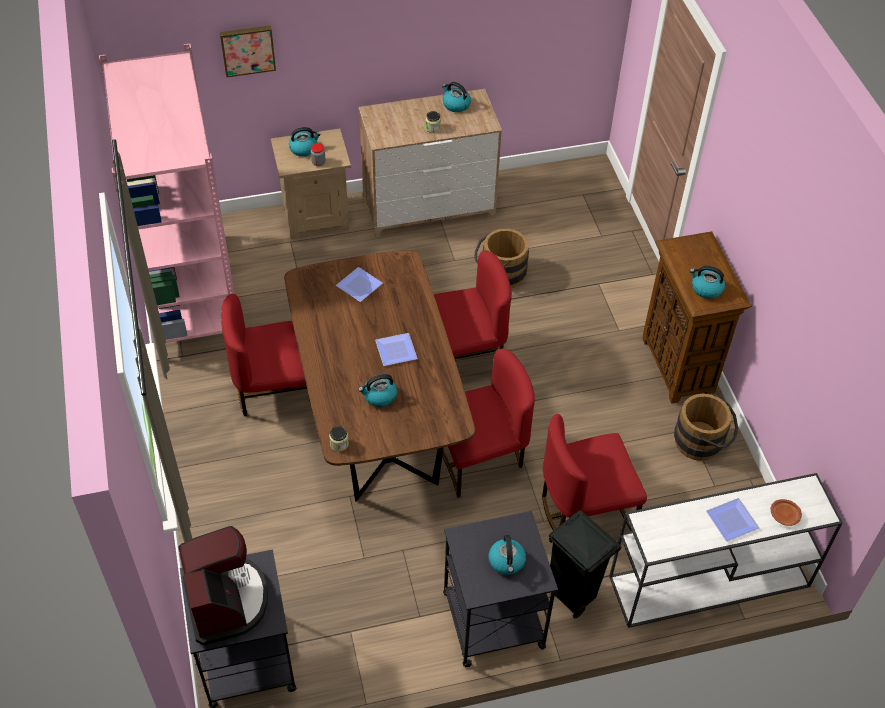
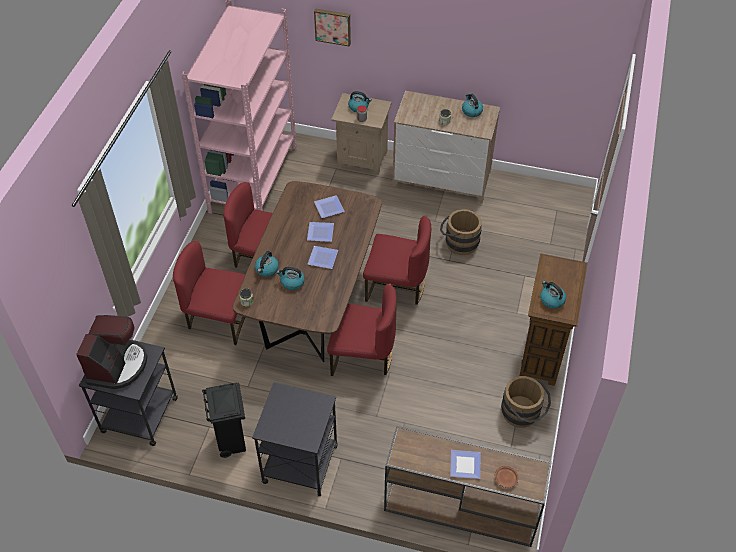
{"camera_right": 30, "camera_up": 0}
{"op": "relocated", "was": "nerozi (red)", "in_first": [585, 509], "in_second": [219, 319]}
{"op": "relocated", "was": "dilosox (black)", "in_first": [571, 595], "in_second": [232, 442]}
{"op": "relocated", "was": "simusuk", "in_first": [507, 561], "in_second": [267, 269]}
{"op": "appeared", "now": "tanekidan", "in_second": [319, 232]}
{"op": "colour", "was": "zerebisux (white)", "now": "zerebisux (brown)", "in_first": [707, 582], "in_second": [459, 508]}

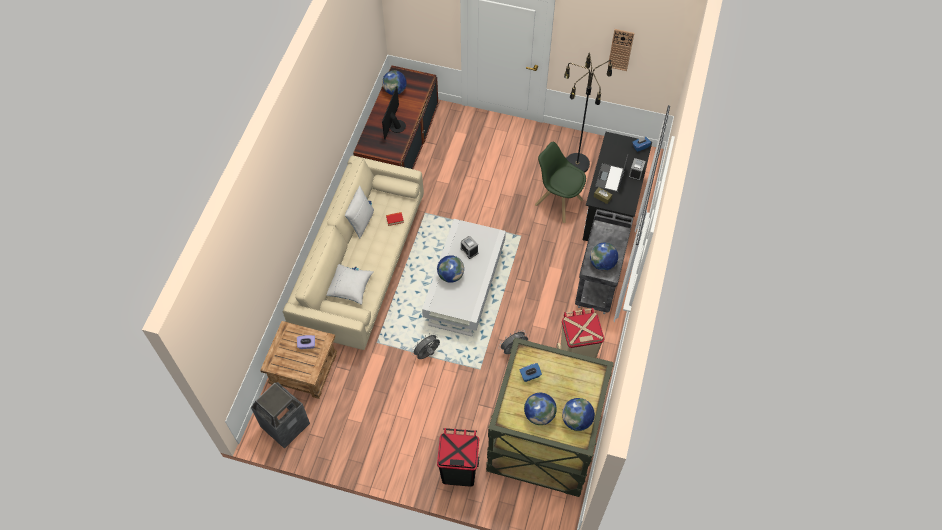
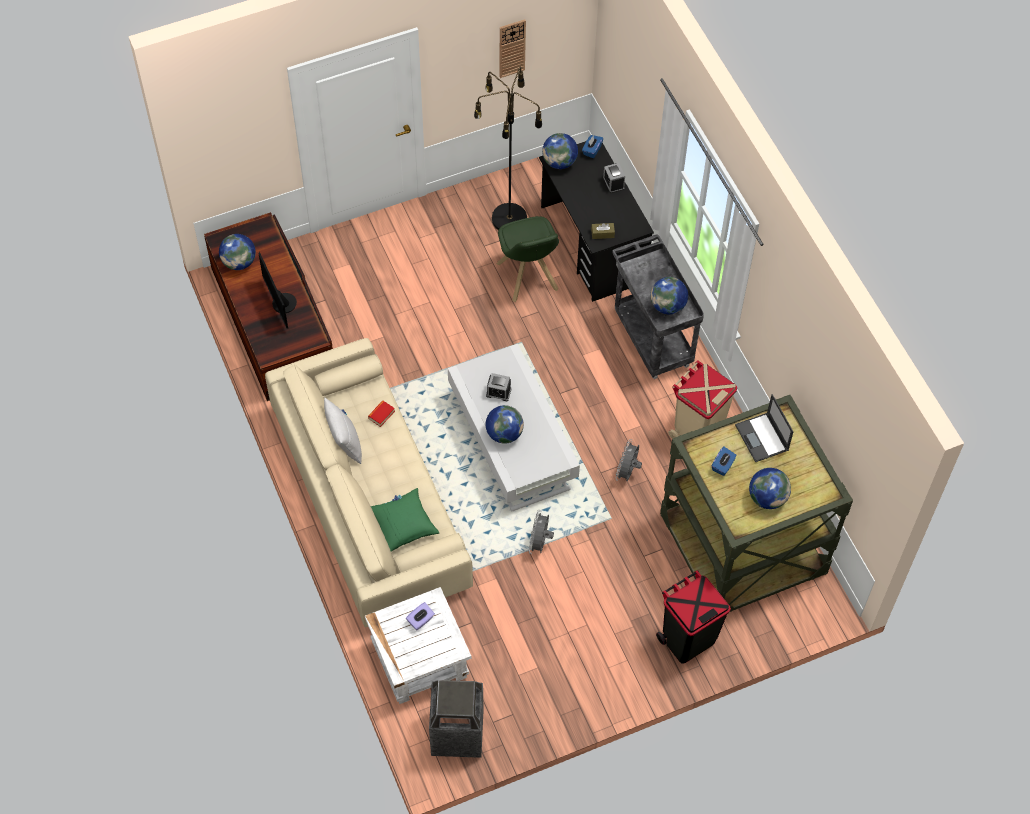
{"camera_right": -40, "camera_up": 0}
{"op": "colour", "was": "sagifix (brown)", "now": "sagifix (white)", "in_first": [304, 369], "in_second": [418, 659]}
{"op": "colour", "was": "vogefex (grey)", "now": "vogefex (green)", "in_first": [349, 287], "in_second": [403, 525]}
{"op": "spun", "was": "nerozi (green)", "in_first": [558, 202], "in_second": [528, 276], "clockwise": -105}
{"op": "relocated", "was": "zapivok", "in_first": [576, 420], "in_second": [559, 162]}
{"op": "relocated", "was": "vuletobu", "in_first": [610, 178], "in_second": [762, 438]}

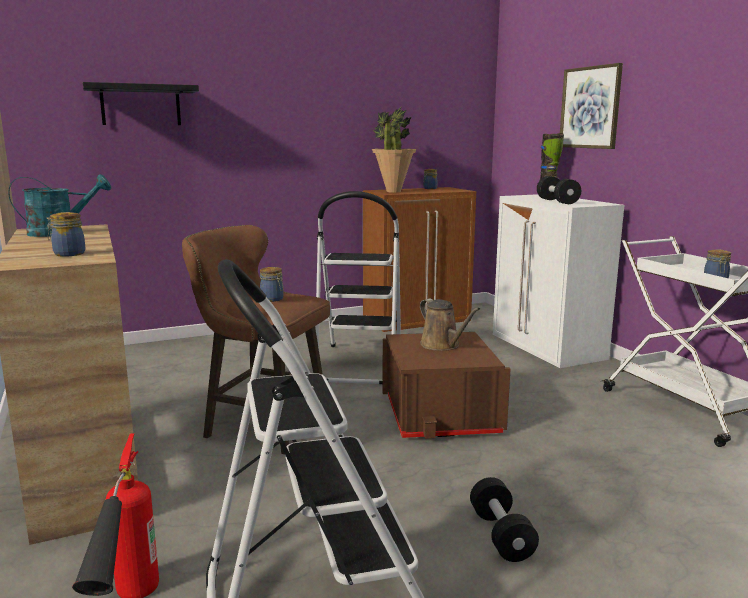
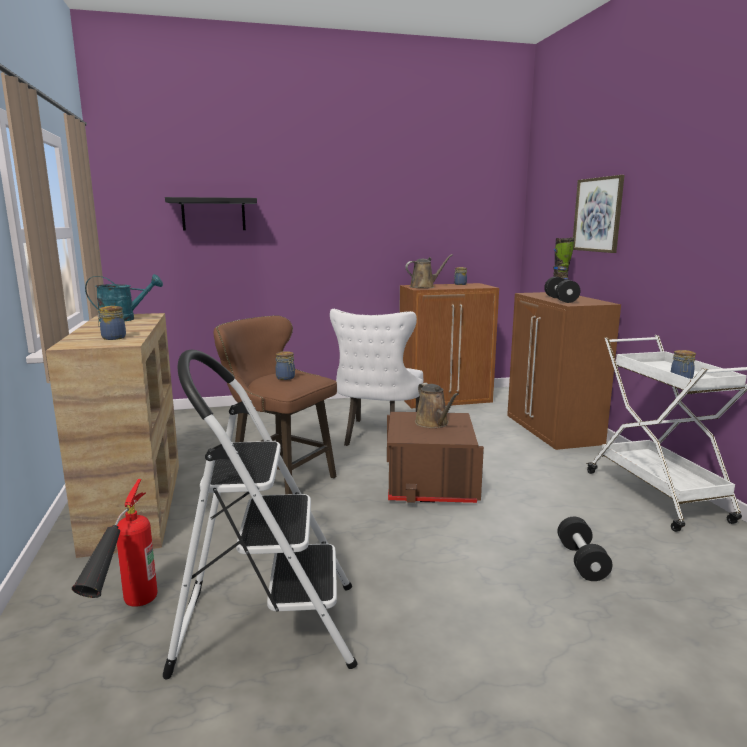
{"camera_right": 10, "camera_up": 0}
{"op": "exchanged", "was": "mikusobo", "now": "nerozi (white)", "in_first": [358, 365], "in_second": [378, 436]}
{"op": "exchanged", "was": "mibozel", "now": "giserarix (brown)", "in_first": [393, 191], "in_second": [424, 287]}
{"op": "colour", "was": "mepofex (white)", "now": "mepofex (brown)", "in_first": [547, 346], "in_second": [553, 429]}
{"op": "relocated", "was": "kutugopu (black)", "in_first": [501, 535], "in_second": [581, 561]}

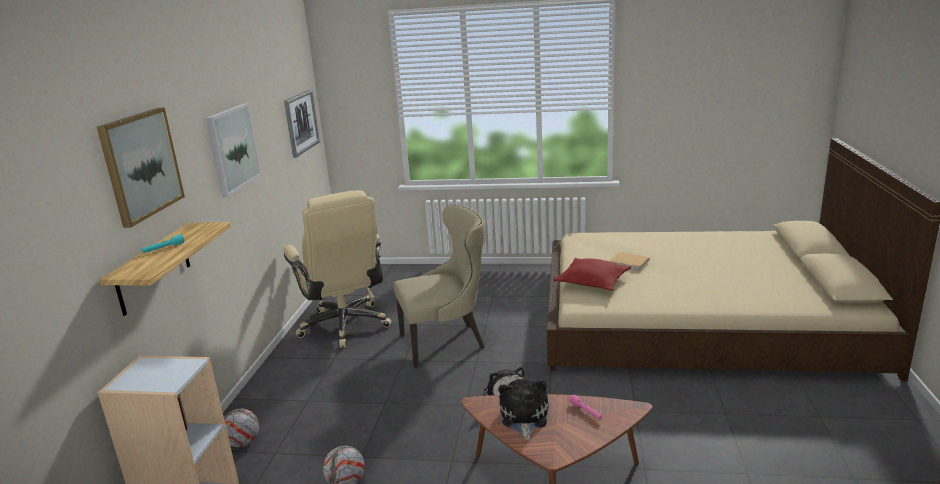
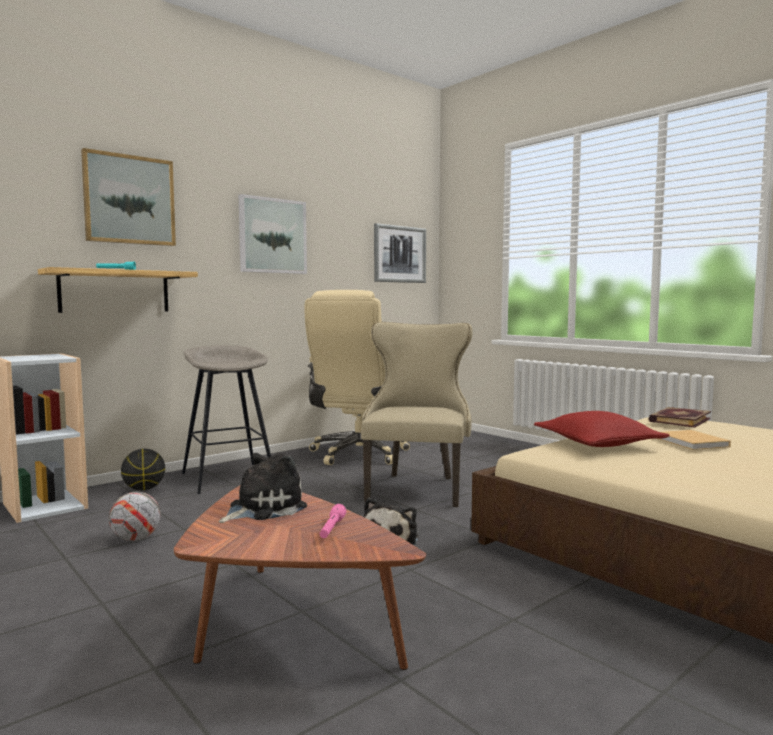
{"camera_right": 40, "camera_up": -15}
{"op": "exchanged", "was": "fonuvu", "now": "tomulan", "in_first": [242, 443], "in_second": [144, 489]}
{"op": "appeared", "now": "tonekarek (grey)", "in_second": [228, 477]}
{"op": "spun", "was": "nerozi (beige)", "in_first": [446, 342], "in_second": [416, 488], "clockwise": -105}
{"op": "appeared", "now": "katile", "in_second": [679, 420]}

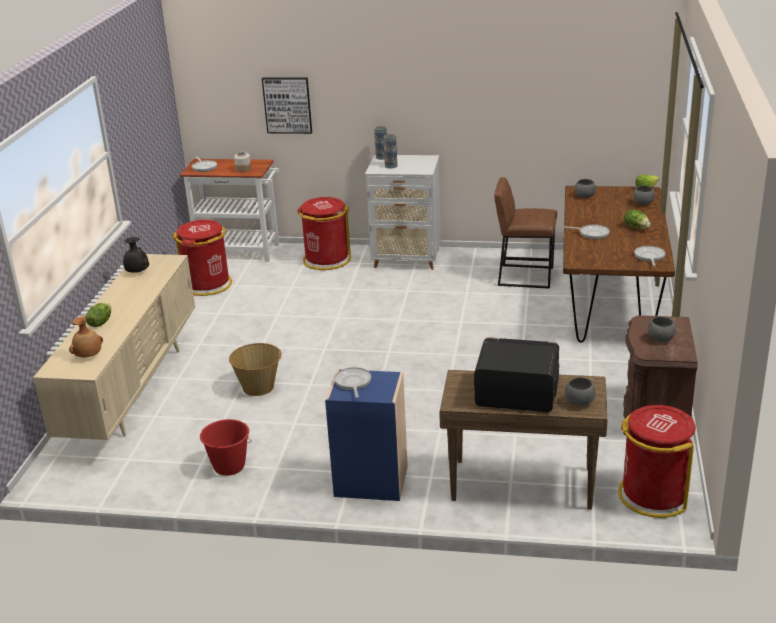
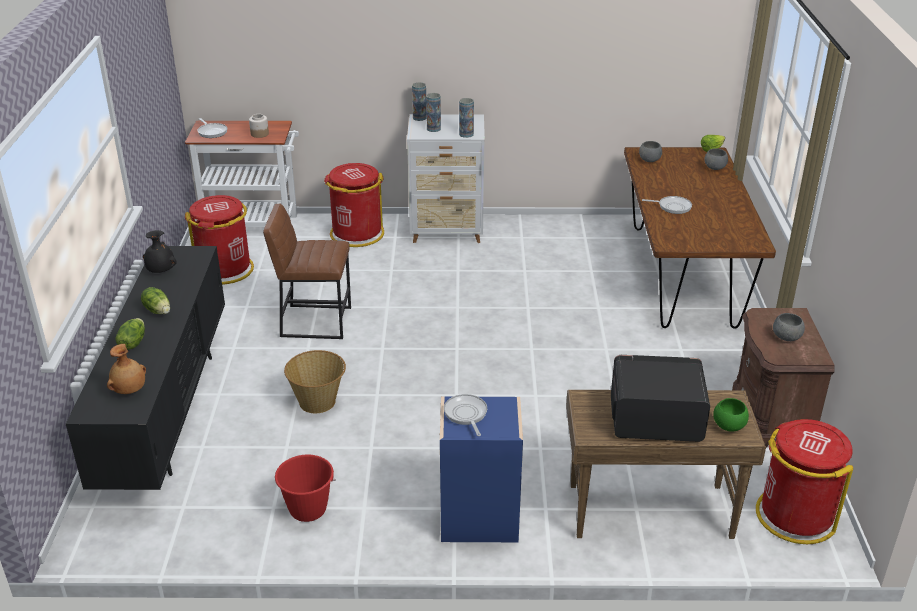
{"camera_right": -10, "camera_up": 5}
{"op": "colour", "was": "mepofex (beige)", "now": "mepofex (black)", "in_first": [132, 389], "in_second": [166, 412]}
{"op": "relocated", "was": "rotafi", "in_first": [636, 227], "in_second": [158, 310]}
{"op": "relocated", "was": "nerozi (brown)", "in_first": [524, 276], "in_second": [314, 322]}
{"op": "appeared", "now": "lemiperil", "in_second": [466, 134]}
{"op": "colour", "was": "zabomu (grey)", "now": "zabomu (green)", "in_first": [579, 402], "in_second": [728, 426]}
{"op": "missing", "was": "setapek", "in_first": [287, 105]}
{"op": "missing", "was": "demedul", "in_first": [649, 257]}

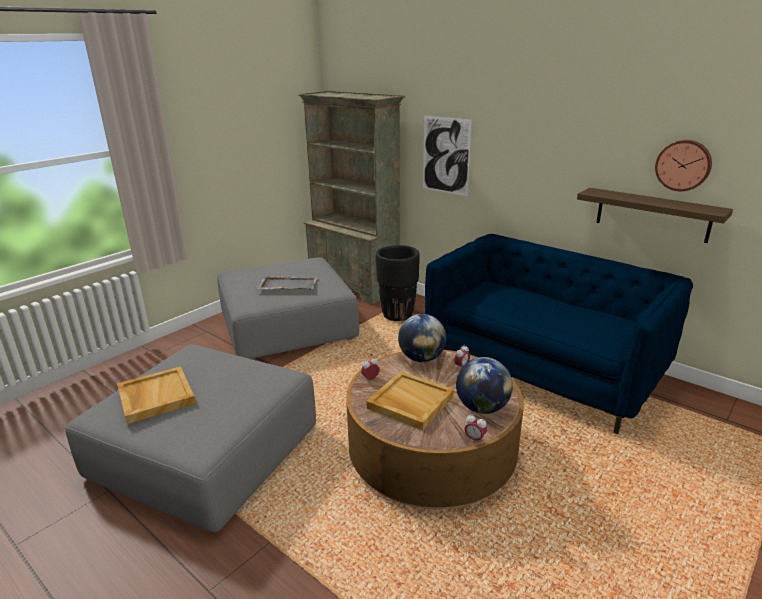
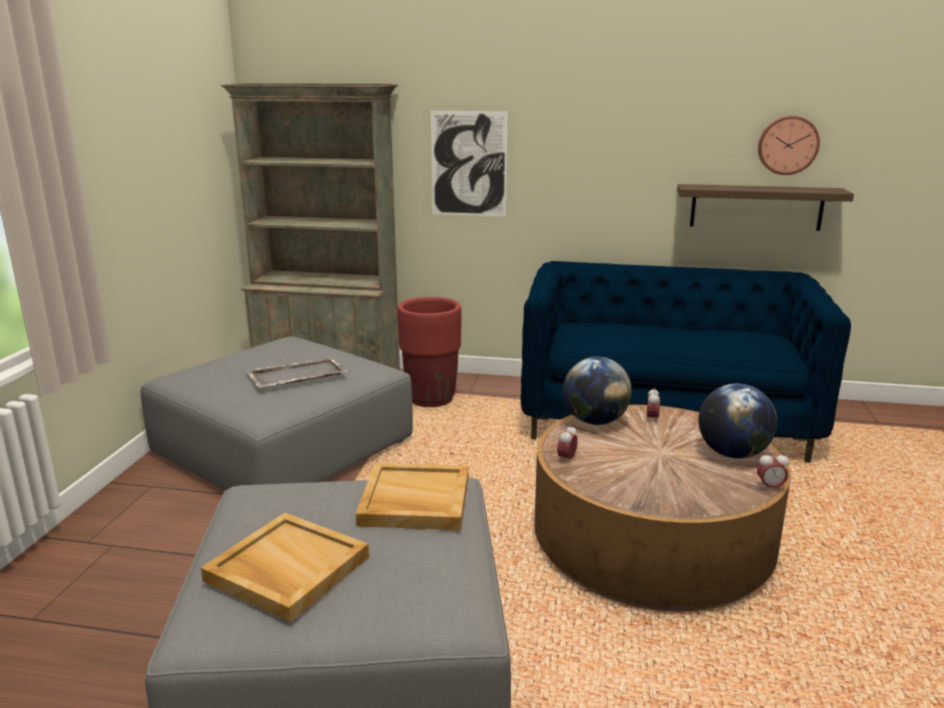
{"camera_right": -30, "camera_up": -5}
{"op": "relocated", "was": "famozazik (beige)", "in_first": [409, 402], "in_second": [414, 501]}
{"op": "colour", "was": "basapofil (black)", "now": "basapofil (red)", "in_first": [397, 315], "in_second": [431, 399]}

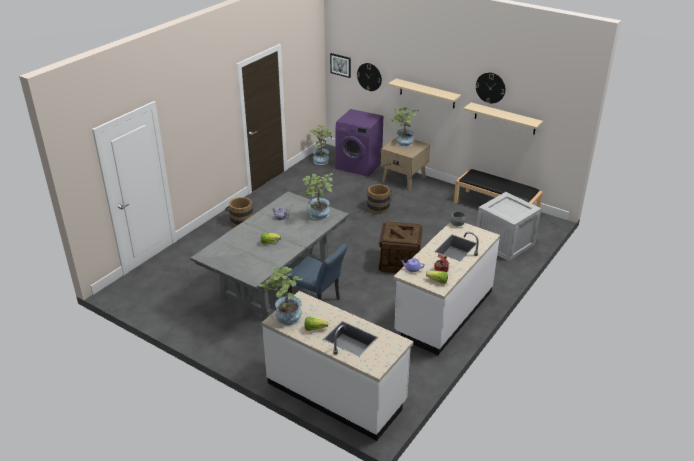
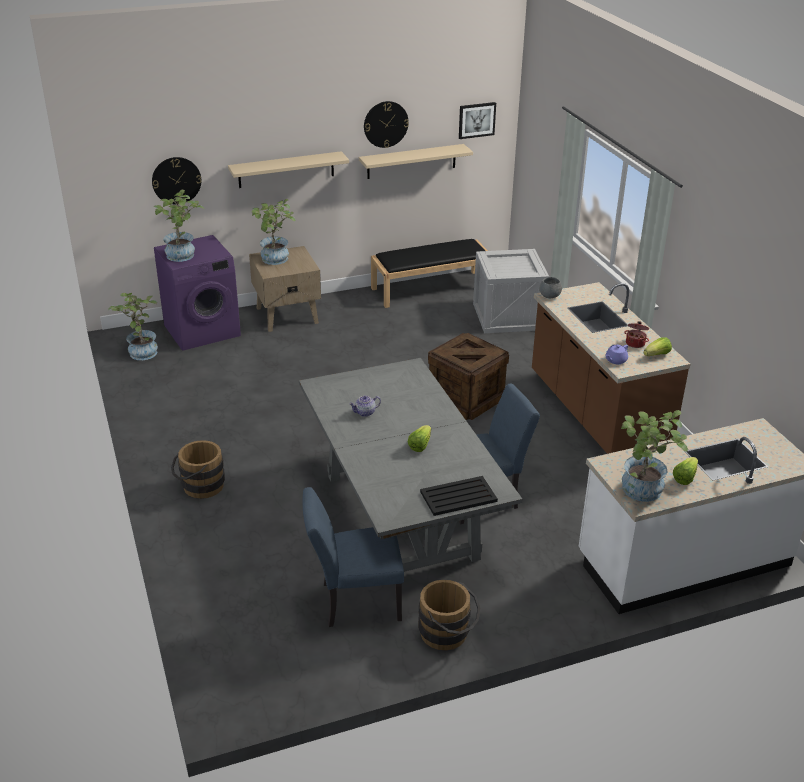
{"camera_right": -55, "camera_up": 0}
{"op": "relocated", "was": "mibozel", "in_first": [318, 216], "in_second": [183, 257]}
{"op": "appeared", "now": "nerozi (blue)", "in_second": [354, 602]}
{"op": "relocated", "was": "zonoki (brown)", "in_first": [378, 209], "in_second": [448, 634]}
{"op": "appeared", "now": "famozazik (black)", "in_second": [459, 496]}
{"op": "relocated", "was": "setapek", "in_first": [341, 65], "in_second": [476, 120]}
{"op": "colour", "was": "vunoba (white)", "now": "vunoba (brown)", "in_first": [443, 312], "in_second": [595, 414]}

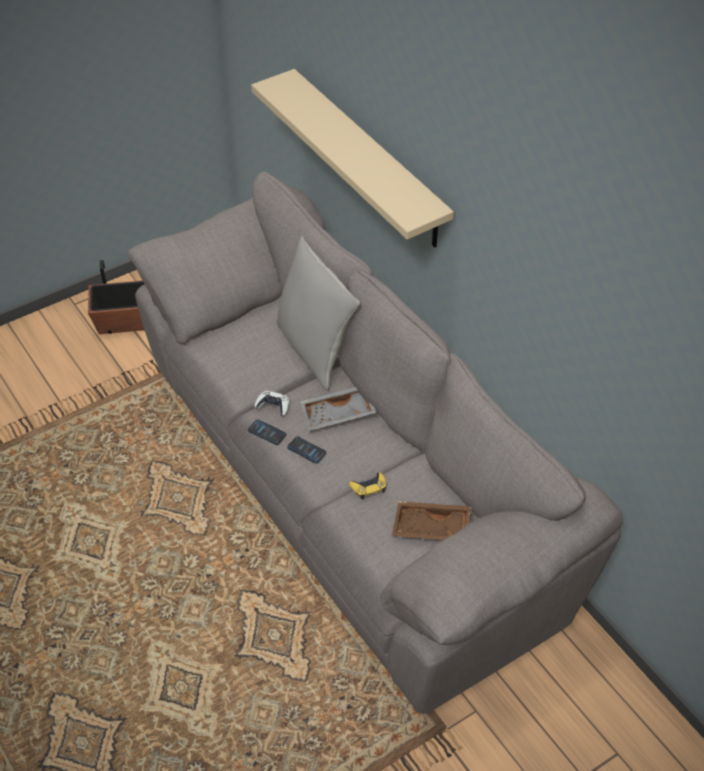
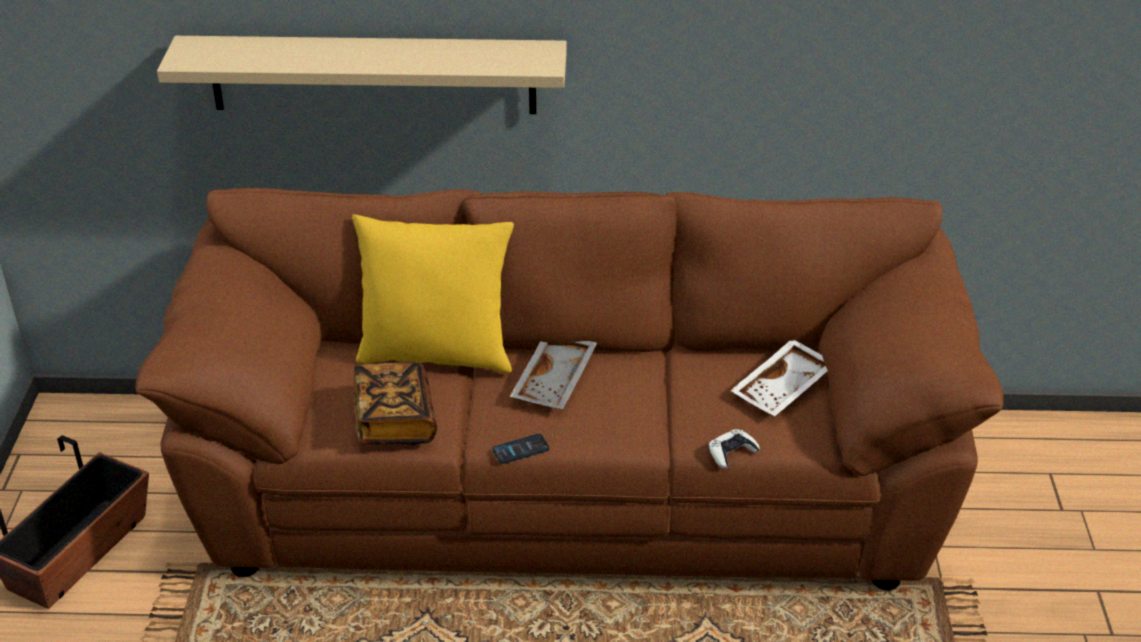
{"camera_right": -55, "camera_up": -10}
{"op": "colour", "was": "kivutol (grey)", "now": "kivutol (brown)", "in_first": [350, 496], "in_second": [570, 501]}
{"op": "colour", "was": "vogefex (grey)", "now": "vogefex (yellow)", "in_first": [315, 350], "in_second": [436, 354]}
{"op": "appeared", "now": "katile", "in_second": [395, 421]}
{"op": "relocated", "was": "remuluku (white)", "in_first": [273, 406], "in_second": [731, 452]}
{"op": "colour", "was": "famozazik (brown)", "now": "famozazik (white)", "in_first": [431, 529], "in_second": [784, 389]}
{"op": "missing", "was": "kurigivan", "in_first": [306, 450]}
{"op": "missing", "was": "remuluku (yellow)", "in_first": [369, 487]}

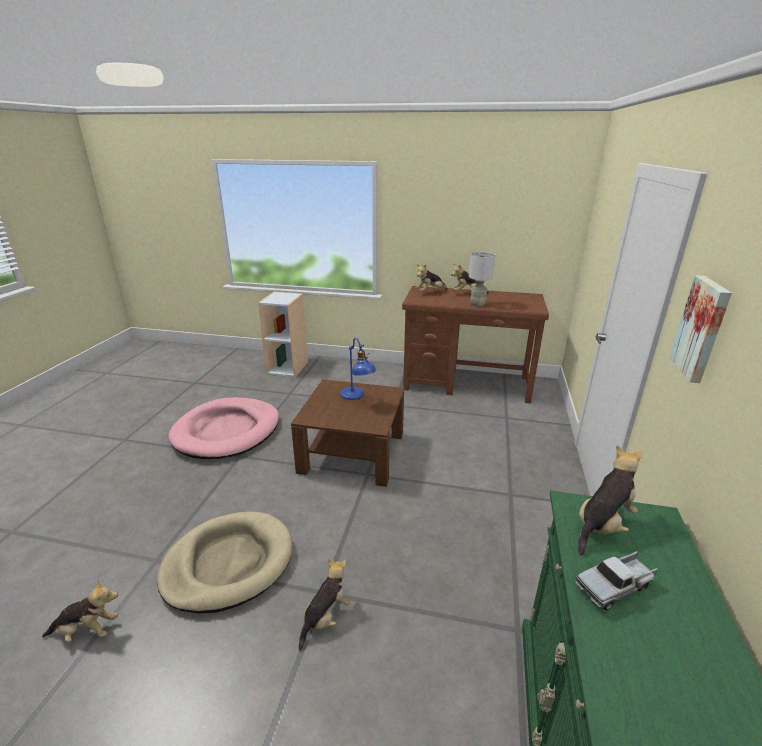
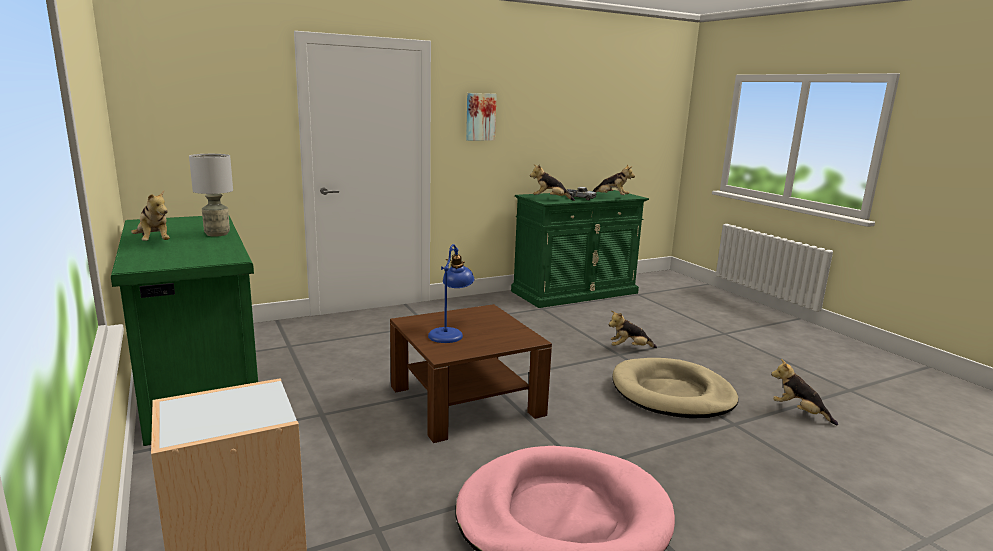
{"camera_right": -130, "camera_up": -10}
{"op": "colour", "was": "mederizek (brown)", "now": "mederizek (green)", "in_first": [467, 383], "in_second": [197, 384]}
{"op": "relocated", "was": "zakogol", "in_first": [430, 292], "in_second": [611, 197]}

